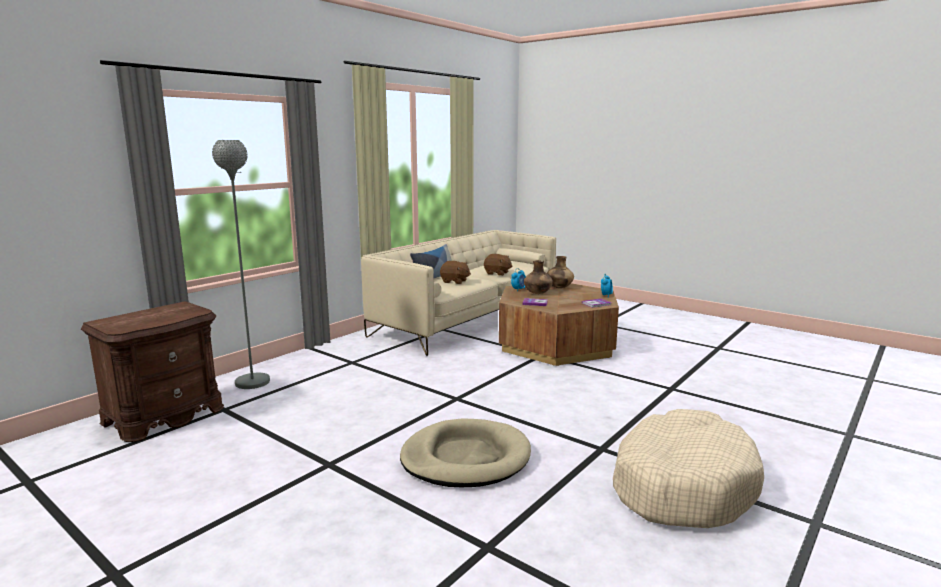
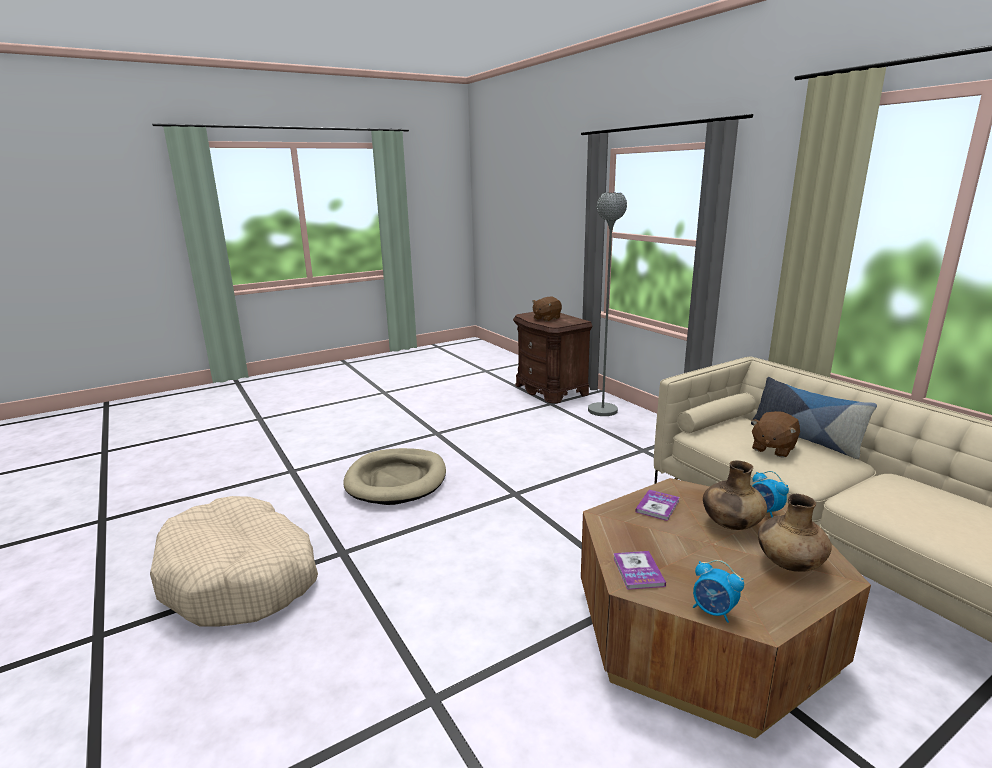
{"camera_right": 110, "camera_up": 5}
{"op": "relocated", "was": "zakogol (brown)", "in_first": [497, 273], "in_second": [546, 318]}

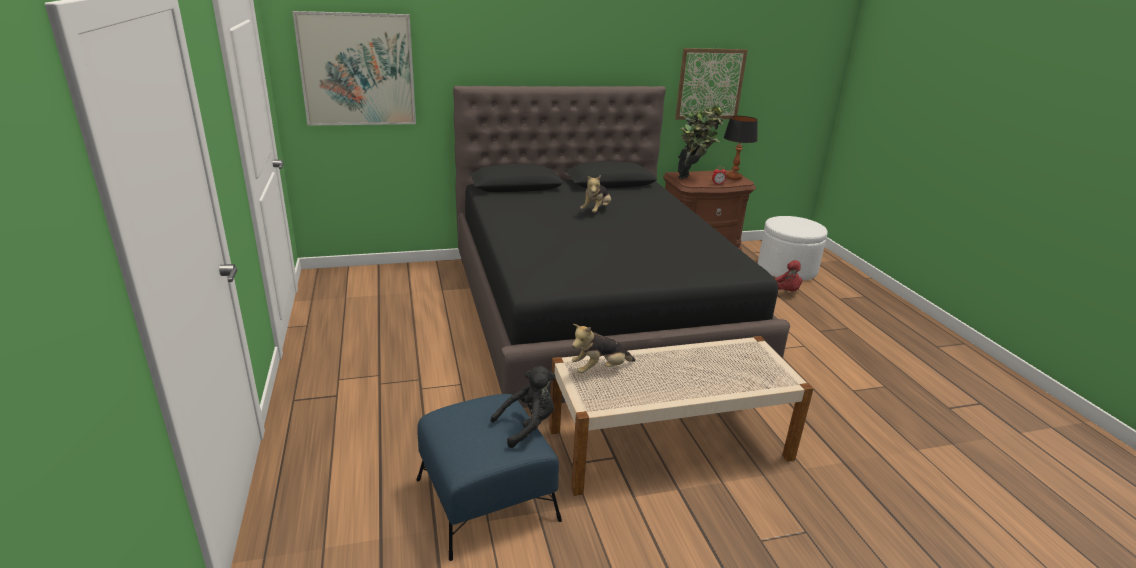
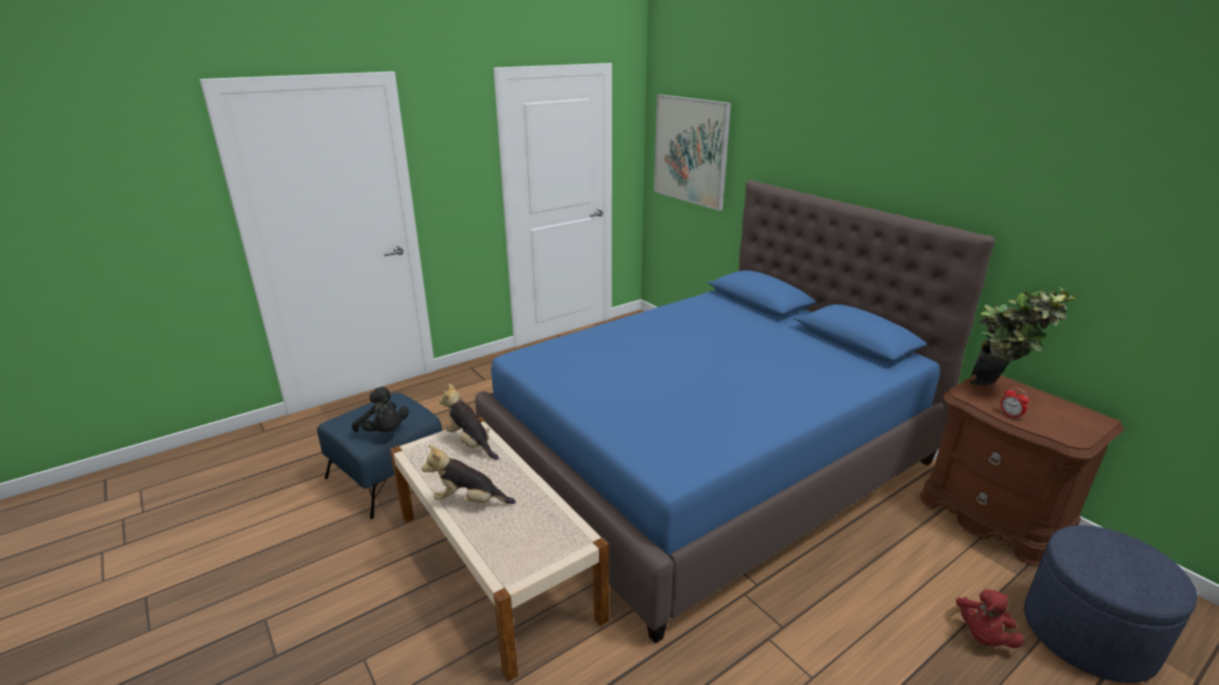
{"camera_right": 70, "camera_up": 0}
{"op": "relocated", "was": "zakogol", "in_first": [596, 211], "in_second": [469, 501]}
{"op": "colour", "was": "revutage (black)", "now": "revutage (blue)", "in_first": [592, 314], "in_second": [708, 461]}
{"op": "colour", "was": "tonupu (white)", "now": "tonupu (blue)", "in_first": [787, 269], "in_second": [1088, 634]}
{"op": "missing", "was": "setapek", "in_first": [710, 83]}
{"op": "missing", "was": "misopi", "in_first": [733, 178]}

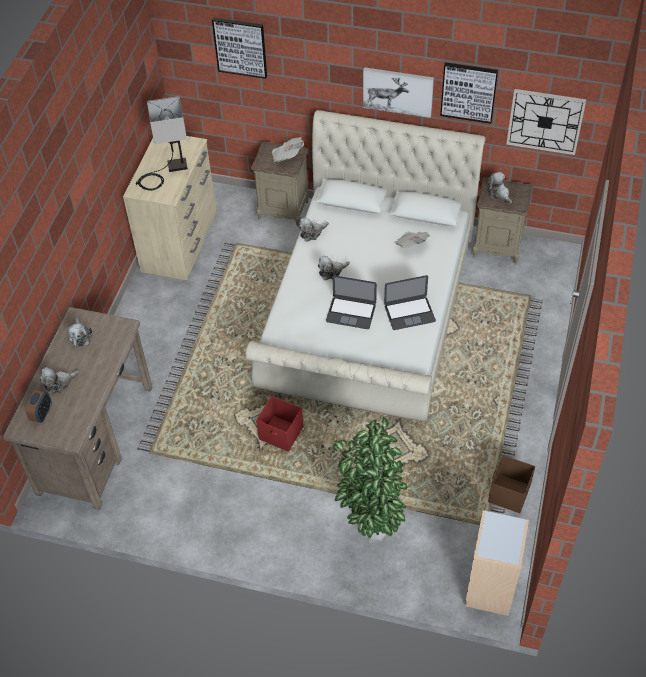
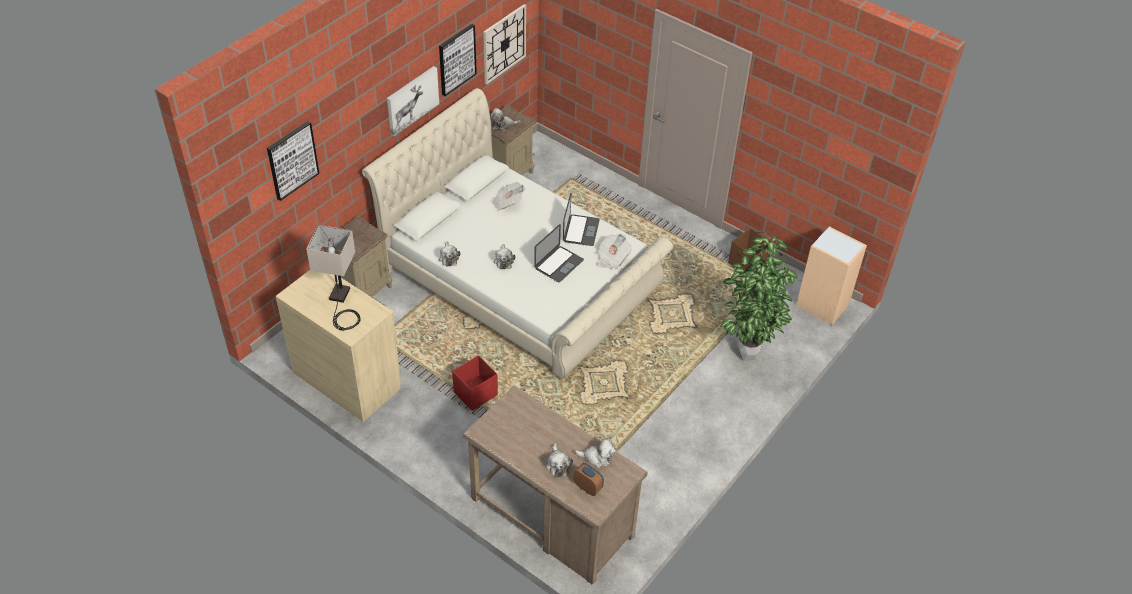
{"camera_right": -70, "camera_up": -5}
{"op": "relocated", "was": "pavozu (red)", "in_first": [281, 434], "in_second": [476, 393]}
{"op": "relocated", "was": "zakogol", "in_first": [80, 335], "in_second": [597, 457]}
{"op": "relocated", "was": "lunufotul", "in_first": [287, 156], "in_second": [612, 258]}

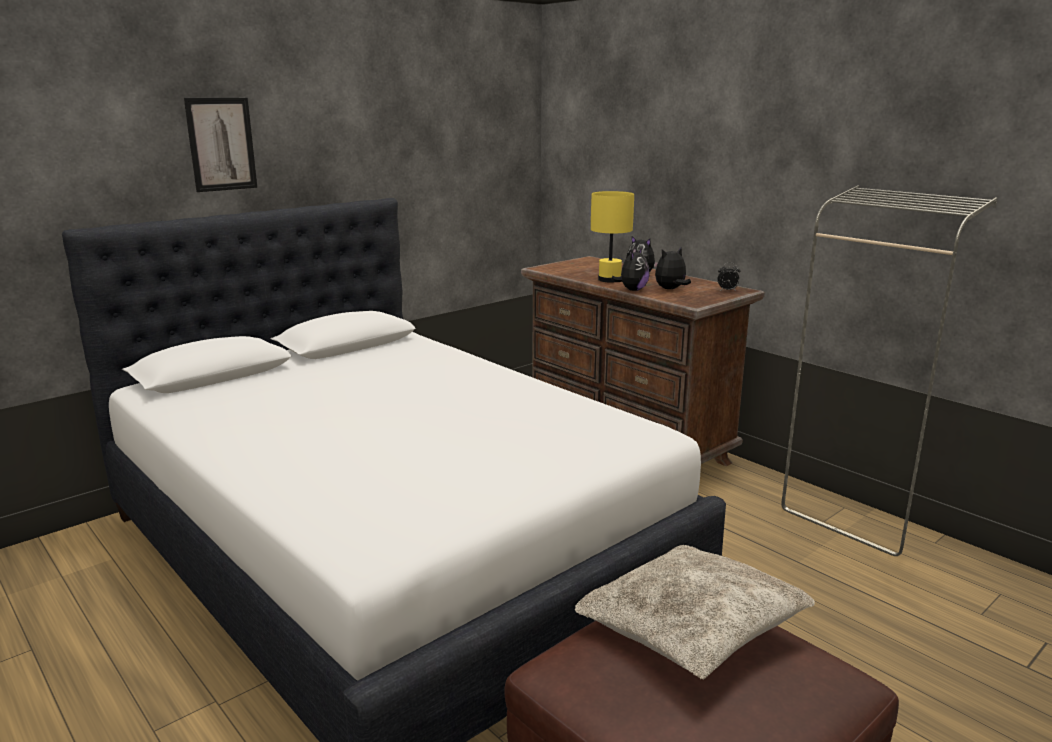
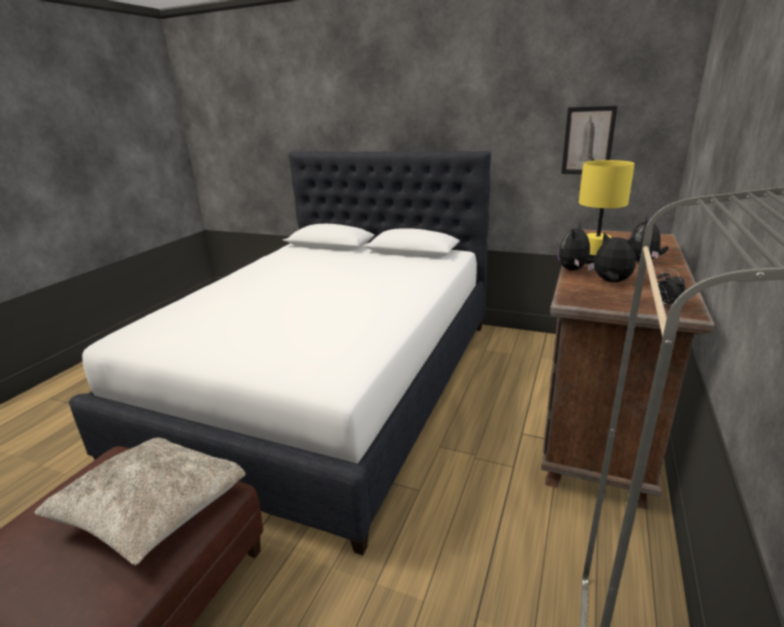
{"camera_right": 65, "camera_up": 5}
{"op": "spun", "was": "zakogol", "in_first": [632, 290], "in_second": [574, 270], "clockwise": 120}
{"op": "relocated", "was": "setapek", "in_first": [221, 144], "in_second": [588, 141]}

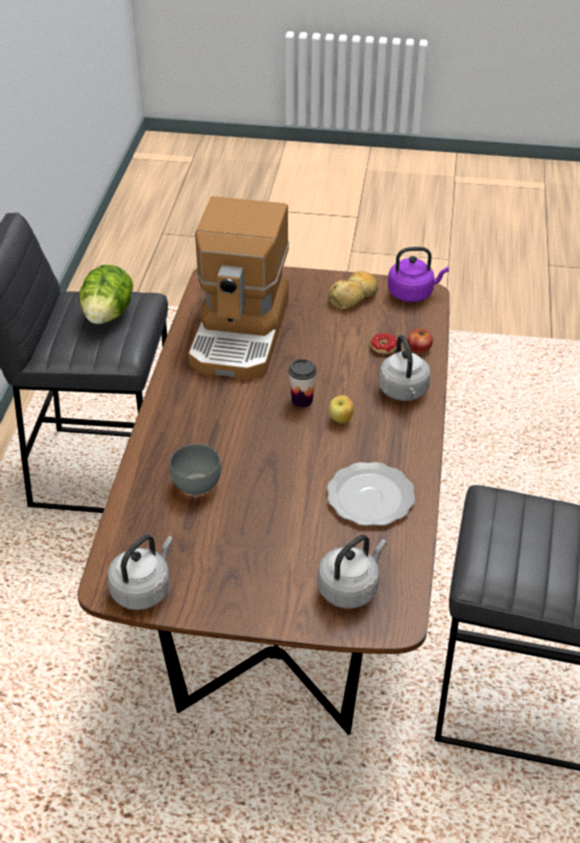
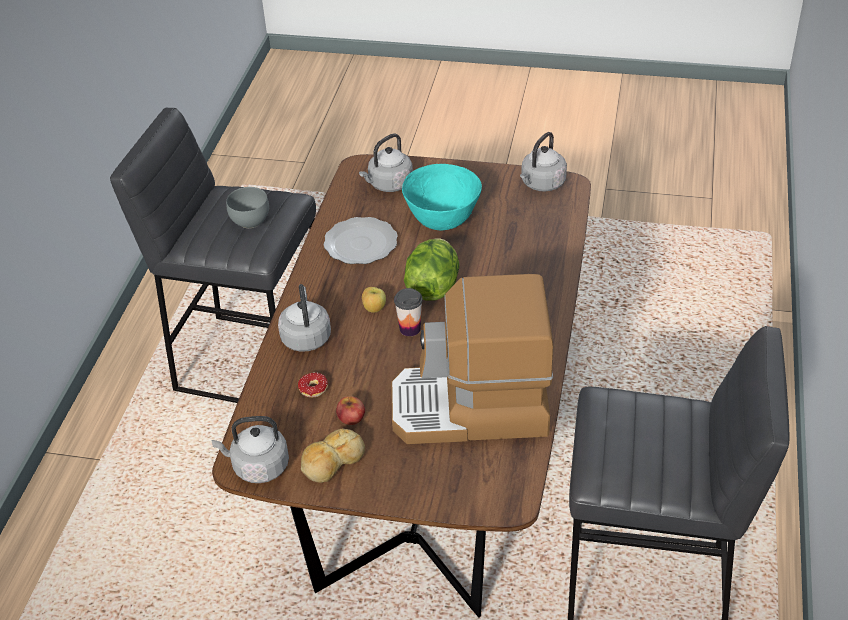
{"camera_right": -175, "camera_up": 0}
{"op": "colour", "was": "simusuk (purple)", "now": "simusuk (grey)", "in_first": [412, 293], "in_second": [258, 467]}
{"op": "relocated", "was": "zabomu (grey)", "in_first": [198, 484], "in_second": [249, 221]}
{"op": "relocated", "was": "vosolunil", "in_first": [419, 348], "in_second": [351, 417]}
{"op": "spun", "was": "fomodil", "in_first": [241, 333], "in_second": [471, 409], "clockwise": -105}
{"op": "appeared", "now": "zabomu (turquoise)", "in_second": [442, 221]}
{"op": "relocated", "was": "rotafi", "in_first": [108, 315], "in_second": [433, 287]}

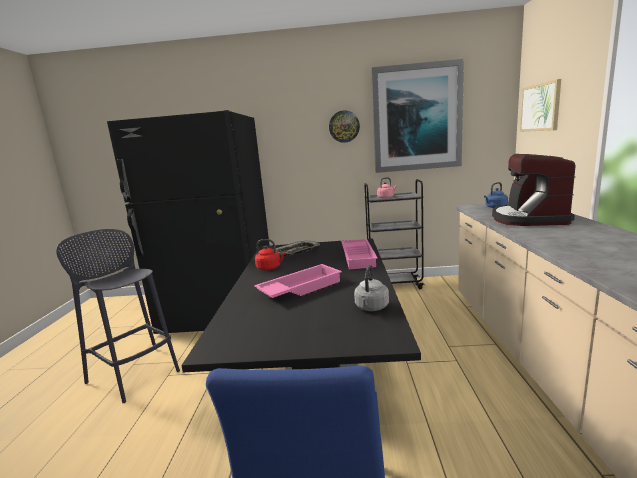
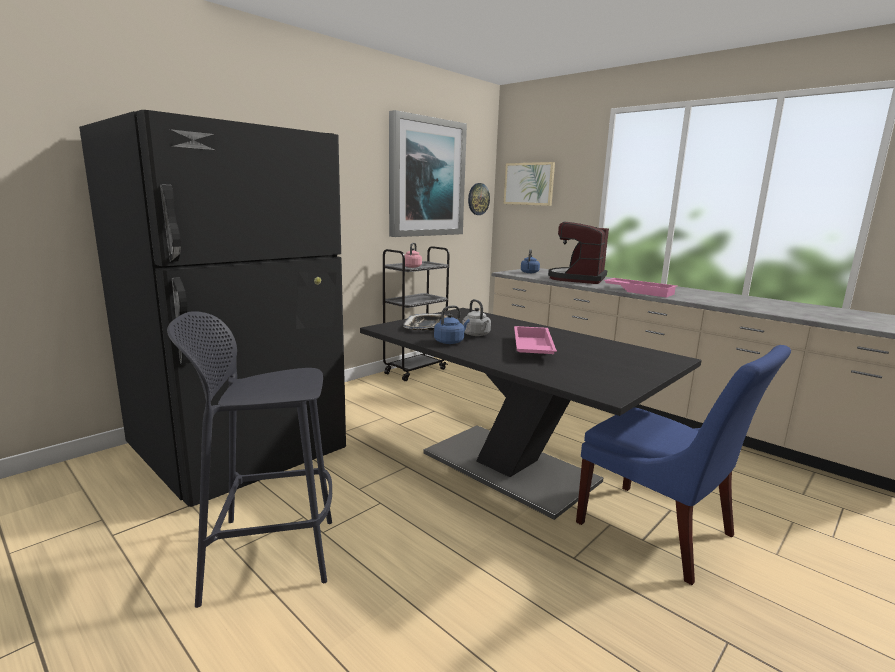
{"camera_right": -50, "camera_up": 0}
{"op": "colour", "was": "simusuk (red)", "now": "simusuk (blue)", "in_first": [270, 268], "in_second": [450, 341]}
{"op": "relocated", "was": "simusuk (grey)", "in_first": [371, 308], "in_second": [477, 335]}
{"op": "relocated", "was": "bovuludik", "in_first": [344, 126], "in_second": [478, 199]}
{"op": "spun", "was": "fomodil", "in_first": [528, 218], "in_second": [577, 279], "clockwise": 60}
{"op": "relocated", "was": "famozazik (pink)", "in_first": [359, 257], "in_second": [640, 291]}

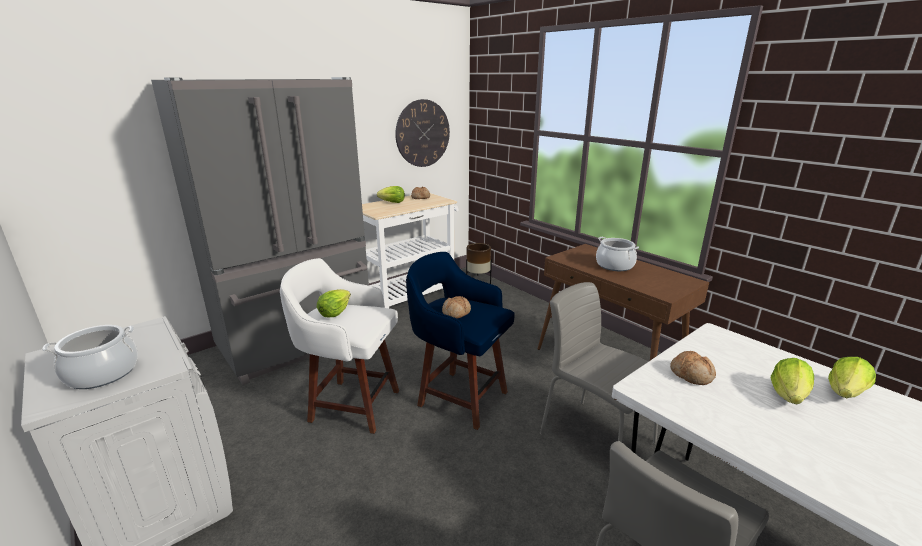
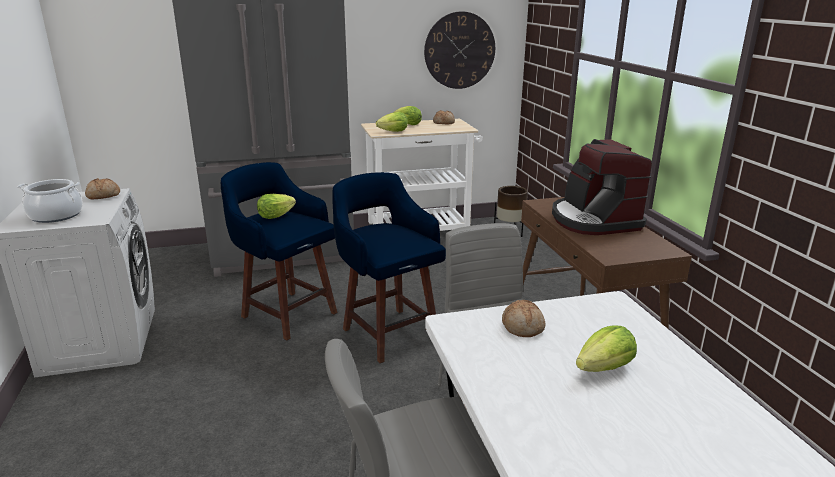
{"camera_right": 25, "camera_up": 0}
{"op": "relocated", "was": "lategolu", "in_first": [456, 313], "in_second": [103, 196]}
{"op": "colour", "was": "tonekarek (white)", "now": "tonekarek (blue)", "in_first": [351, 405], "in_second": [287, 313]}
{"op": "relocated", "was": "rotafi", "in_first": [845, 393], "in_second": [393, 132]}
{"op": "exchanged", "was": "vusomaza", "now": "fomodil", "in_first": [614, 265], "in_second": [593, 220]}

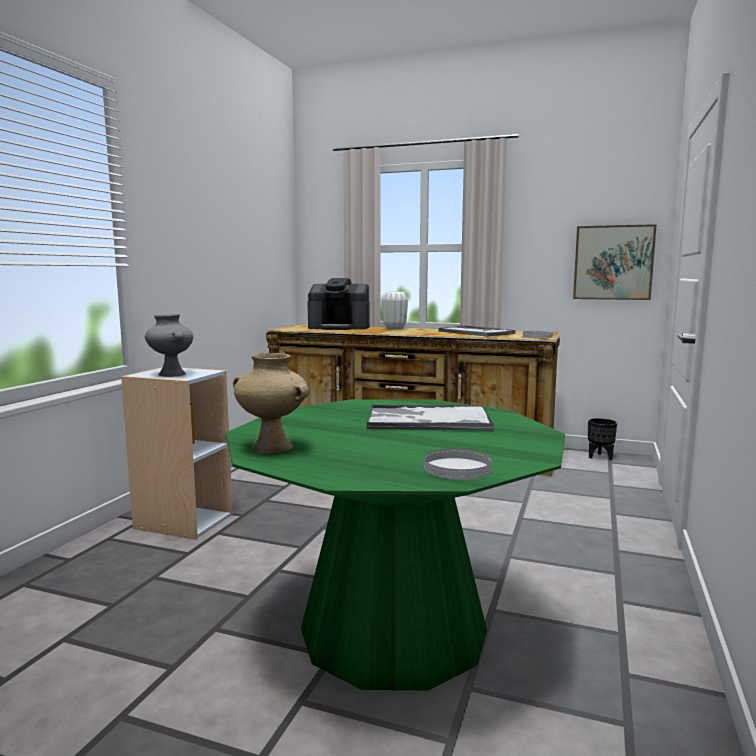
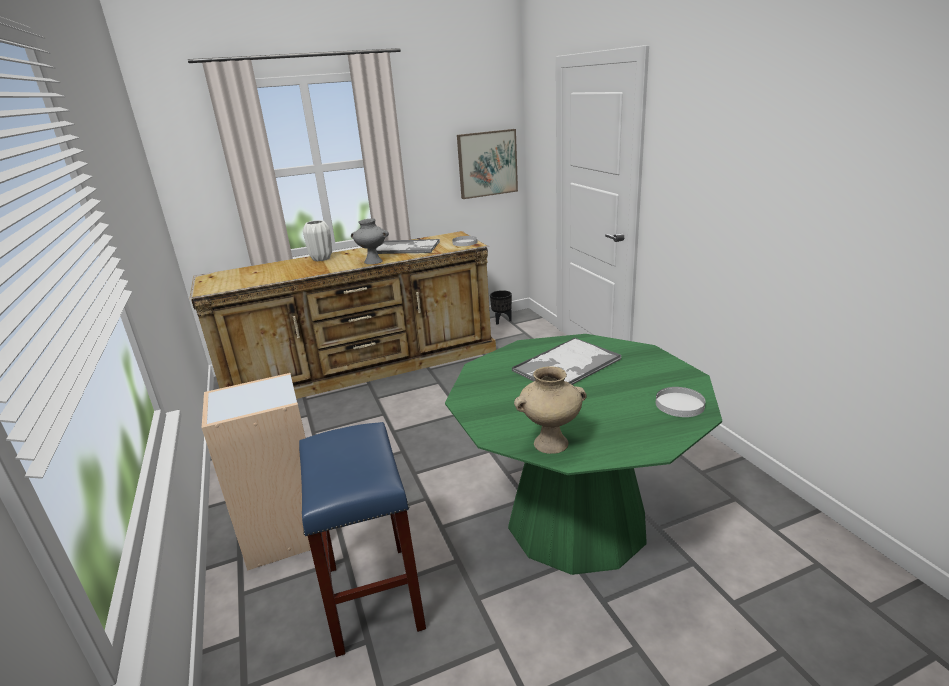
{"camera_right": -40, "camera_up": 15}
{"op": "appeared", "now": "tonekarek (blue)", "in_second": [372, 595]}
{"op": "relocated", "was": "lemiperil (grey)", "in_first": [171, 374], "in_second": [372, 262]}
{"op": "missing", "was": "fomodil", "in_first": [339, 327]}

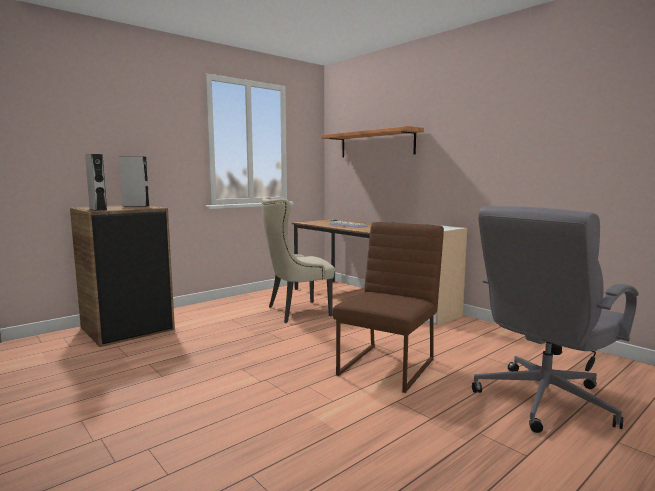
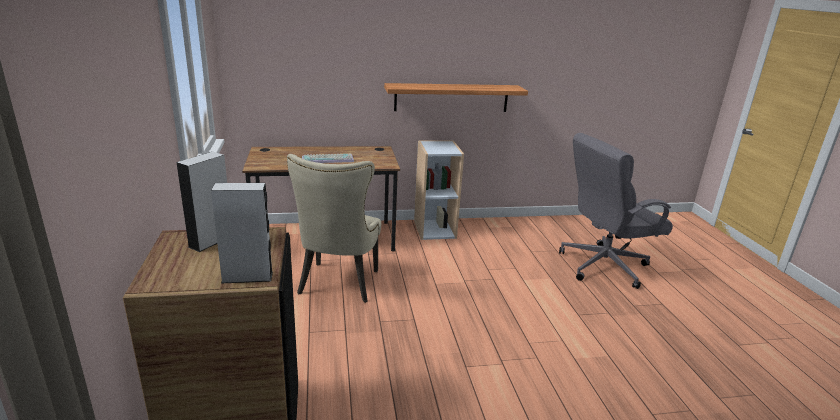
{"camera_right": -60, "camera_up": 15}
{"op": "relocated", "was": "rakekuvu", "in_first": [376, 144], "in_second": [451, 97]}
{"op": "spun", "was": "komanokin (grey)", "in_first": [545, 399], "in_second": [604, 265], "clockwise": 75}
{"op": "missing", "was": "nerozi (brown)", "in_first": [388, 365]}

